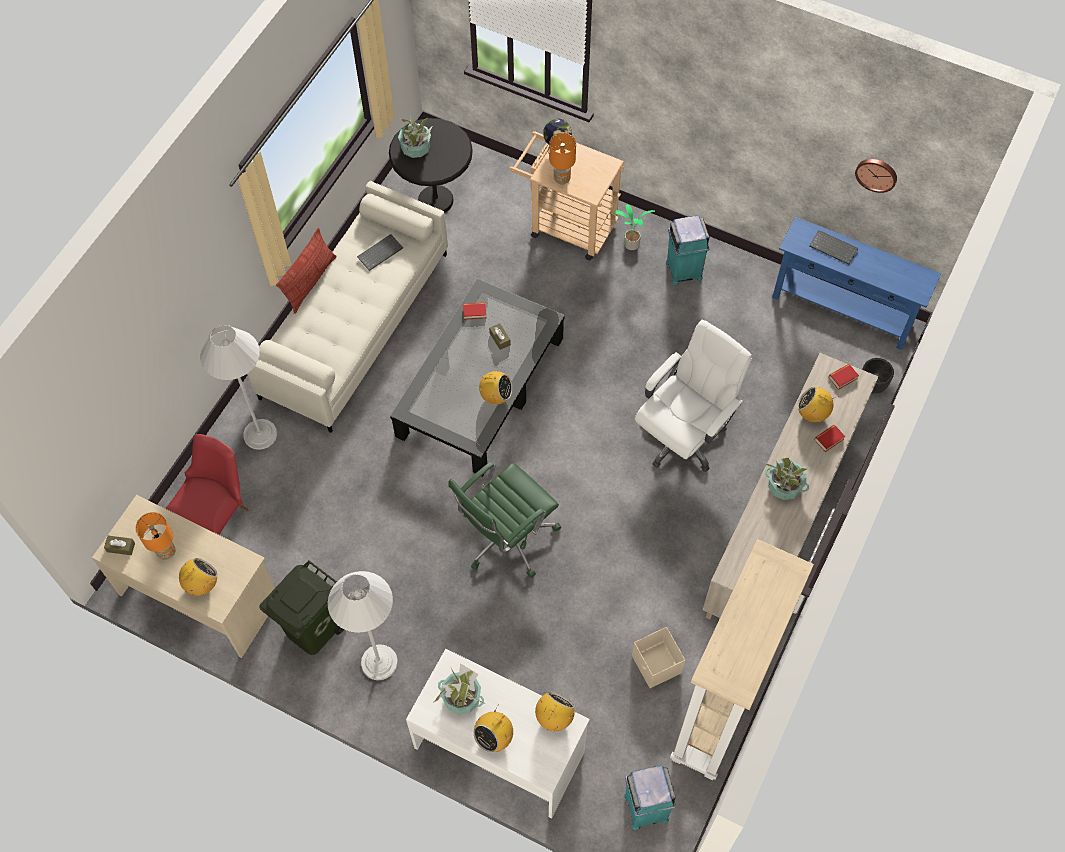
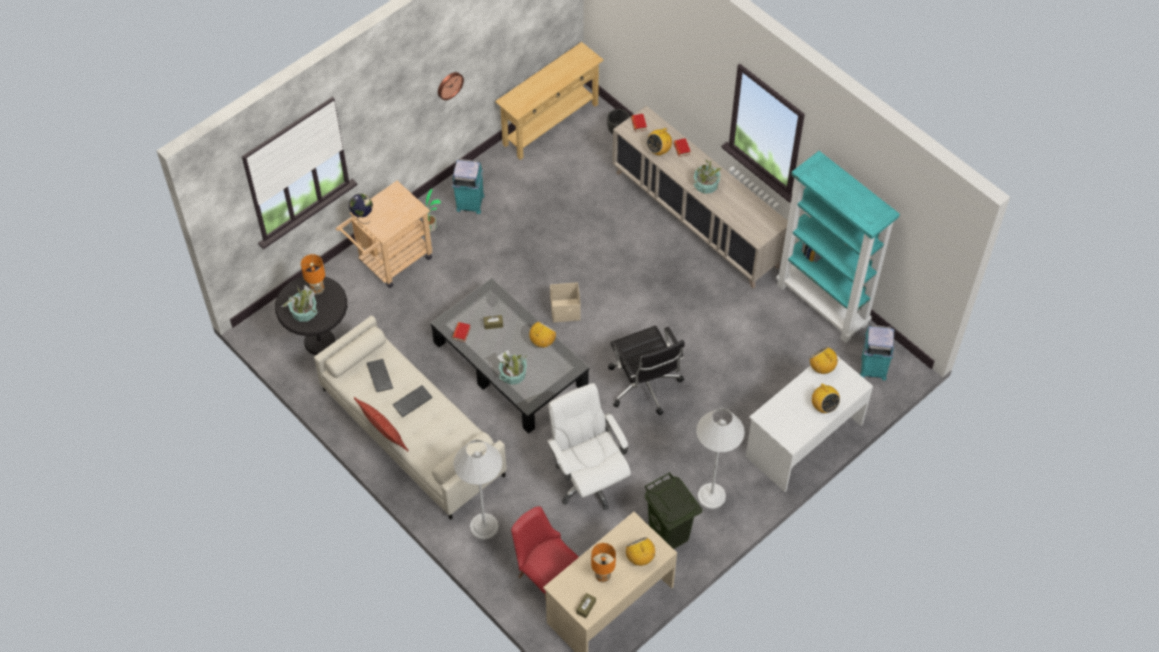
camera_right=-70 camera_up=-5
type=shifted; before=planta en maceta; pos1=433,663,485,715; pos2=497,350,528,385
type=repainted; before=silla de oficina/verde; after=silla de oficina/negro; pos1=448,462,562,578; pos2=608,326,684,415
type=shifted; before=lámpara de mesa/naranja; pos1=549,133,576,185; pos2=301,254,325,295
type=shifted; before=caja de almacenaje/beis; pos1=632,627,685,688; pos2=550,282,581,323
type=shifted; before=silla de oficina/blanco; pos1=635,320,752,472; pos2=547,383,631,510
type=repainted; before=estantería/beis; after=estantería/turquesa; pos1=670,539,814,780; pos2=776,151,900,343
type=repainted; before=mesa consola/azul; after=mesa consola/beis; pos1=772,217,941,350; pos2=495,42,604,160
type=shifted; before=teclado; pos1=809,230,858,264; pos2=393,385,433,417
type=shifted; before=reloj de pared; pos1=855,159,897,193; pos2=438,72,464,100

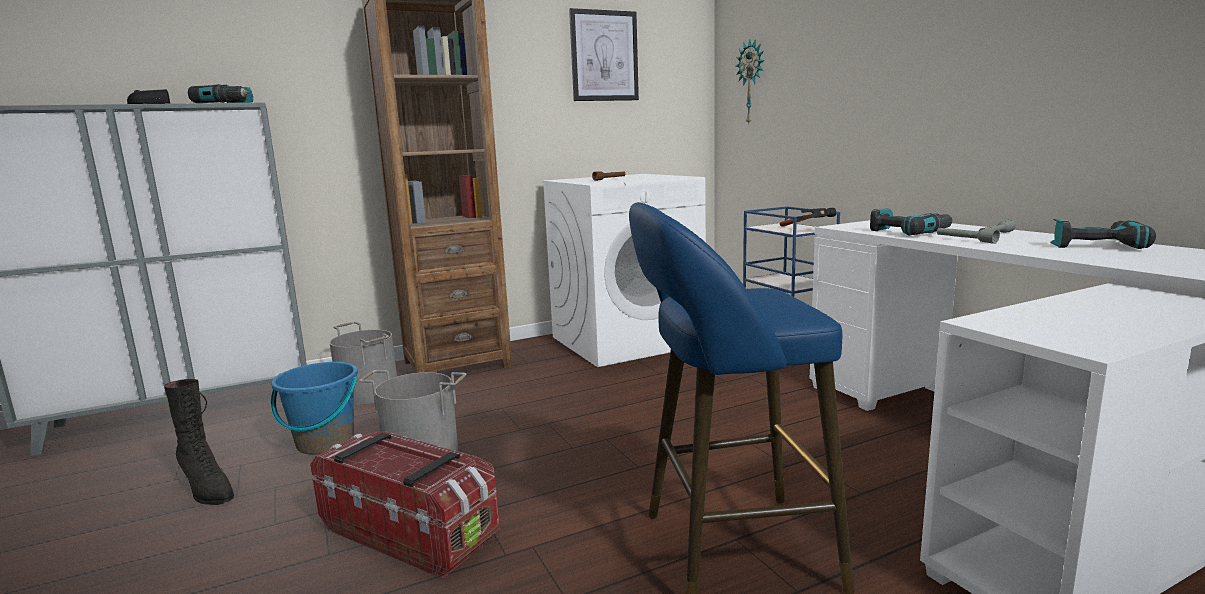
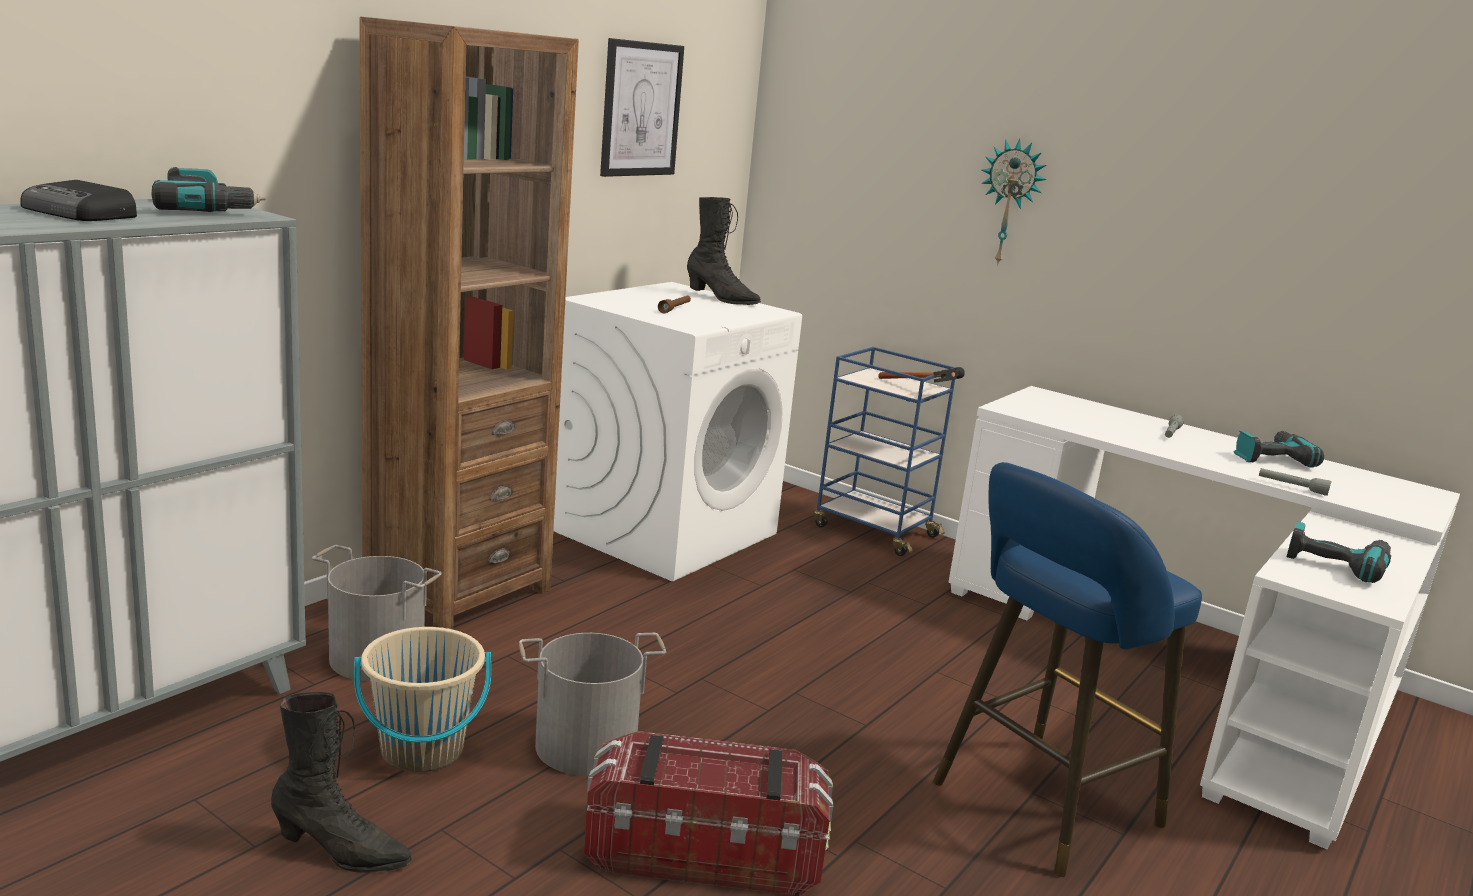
camera_right=-30 camera_up=5
type=repainted; before=cubo/azul; after=cubo/beis; pos1=271,362,358,455; pos2=354,627,491,772
type=shifted; before=reloj de pared; pos1=736,39,765,126; pos2=981,138,1046,266
type=shifted; before=taladro; pos1=870,208,953,235; pos2=1287,521,1391,583
type=shifted; before=linterna/gris; pos1=937,228,1000,244; pos2=1259,468,1331,496
type=new; after=bota/negro; pos2=687,197,761,305

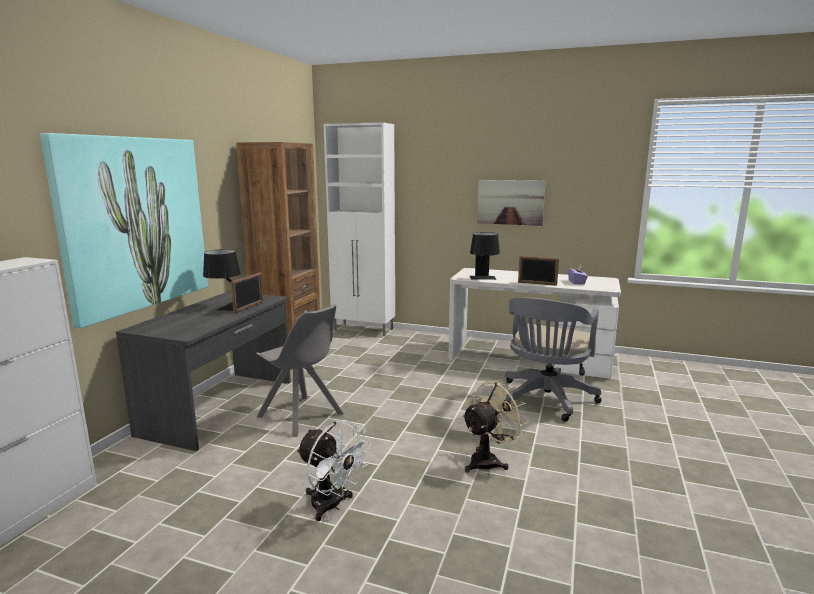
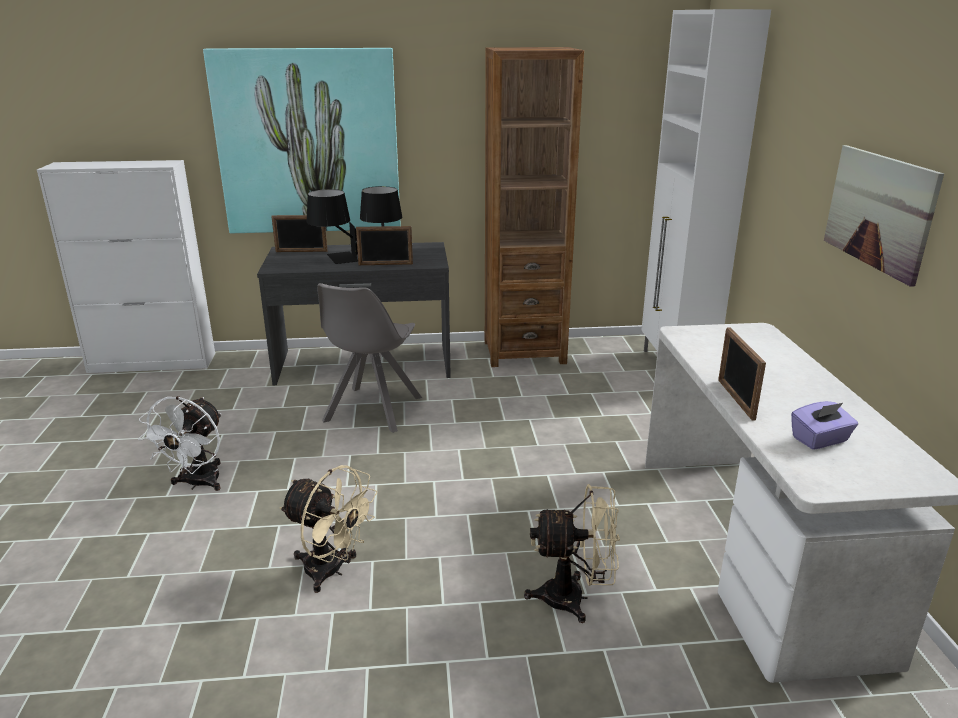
camera_right=65 camera_up=10
type=shifted; before=lámpara de mesa/negro; pos1=470,232,500,280; pos2=307,189,358,264
type=swapped; before=silla de oficina/gris; after=ventilador/beis; pos1=504,297,602,422; pos2=524,484,620,623
type=new; after=portarretratos; pos2=271,215,327,252

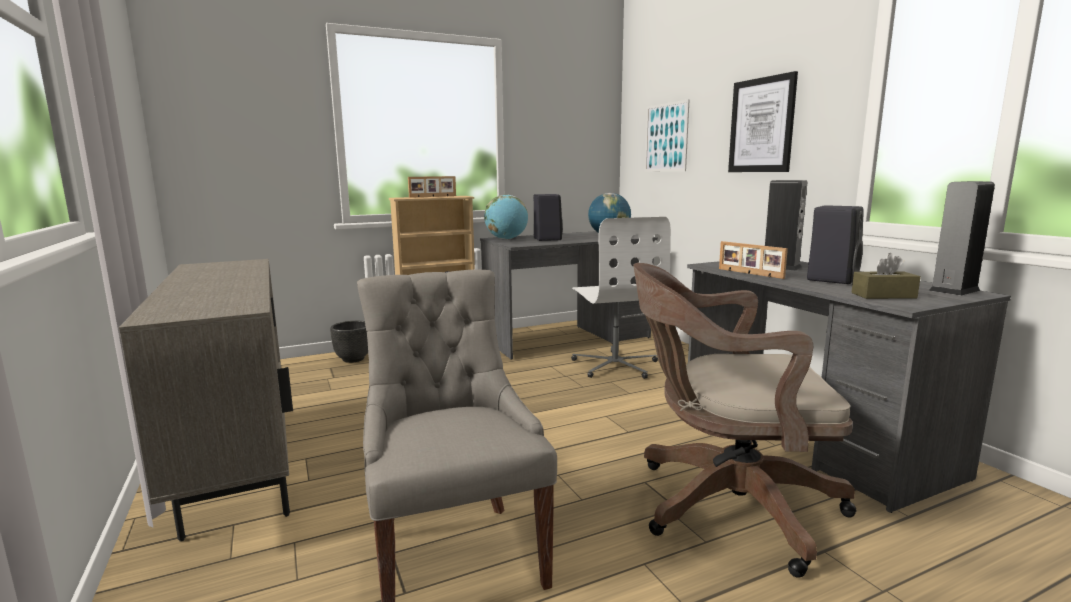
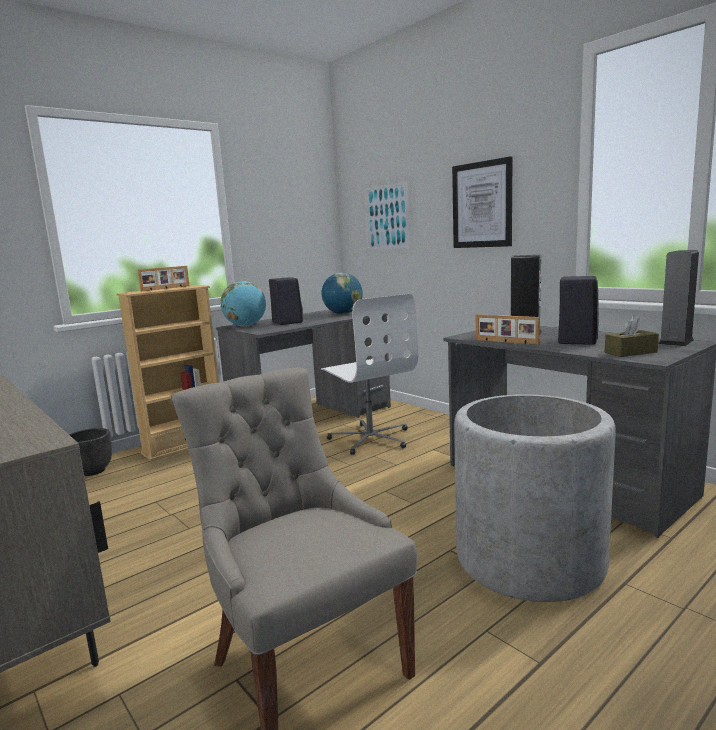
camera_right=-15 camera_up=0
type=swapped; before=silla de oficina/marrón; after=maceta/gris; pos1=634,263,857,578; pos2=454,394,616,602

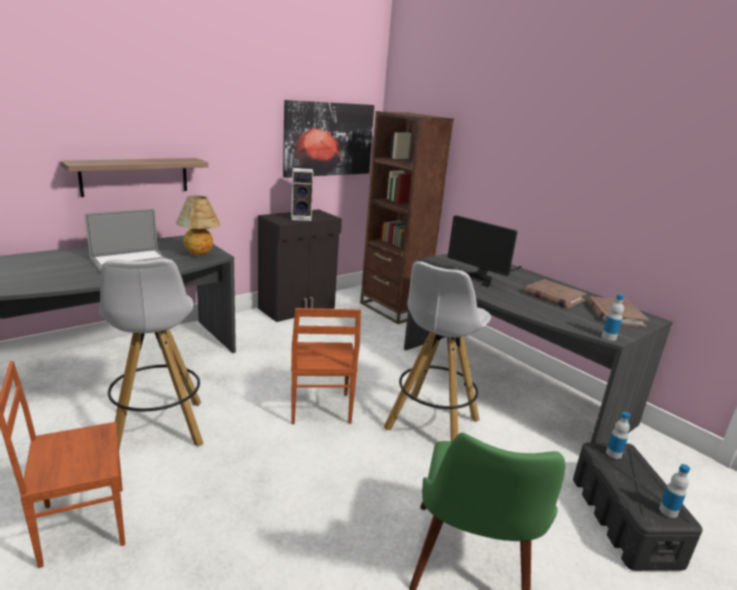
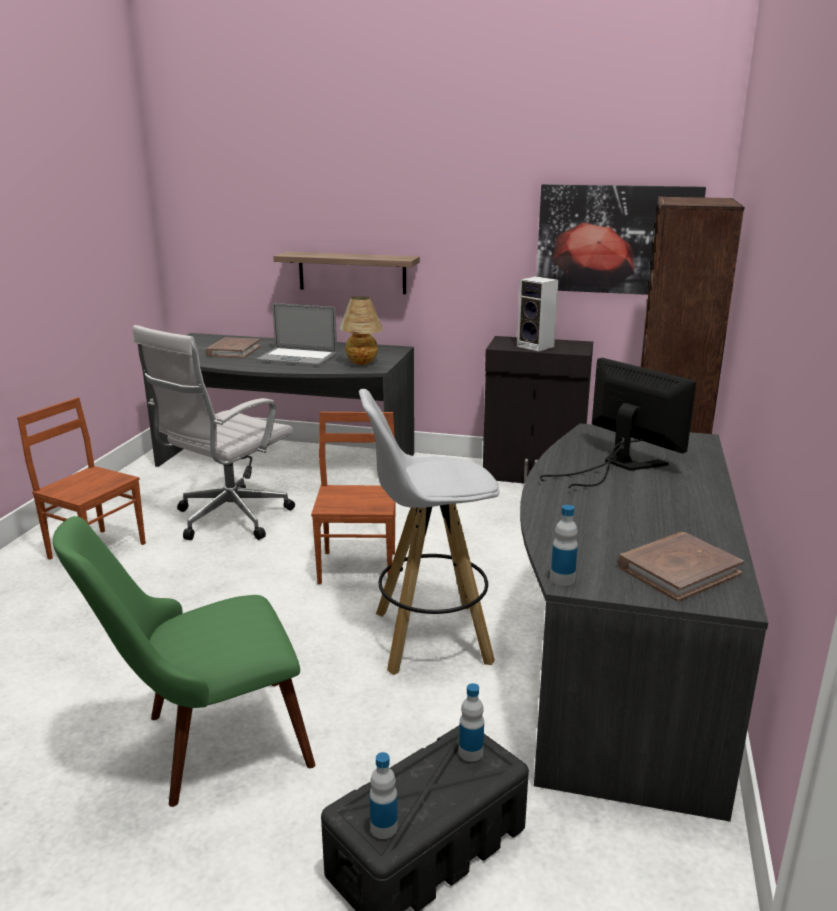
camera_right=55 camera_up=0
type=swapped; before=taburete/blanco; after=silla de oficina/blanco; pos1=99,258,204,449; pos2=133,325,295,540
type=rotated; before=silla/marrón; pos1=291,308,361,424; pos2=311,412,396,584; turn=135
type=rotated; before=monitor; pos1=448,215,522,287; pos2=540,358,696,488; turn=135
type=shifted; before=libro/marrón; pos1=525,279,587,308; pos2=205,337,261,358

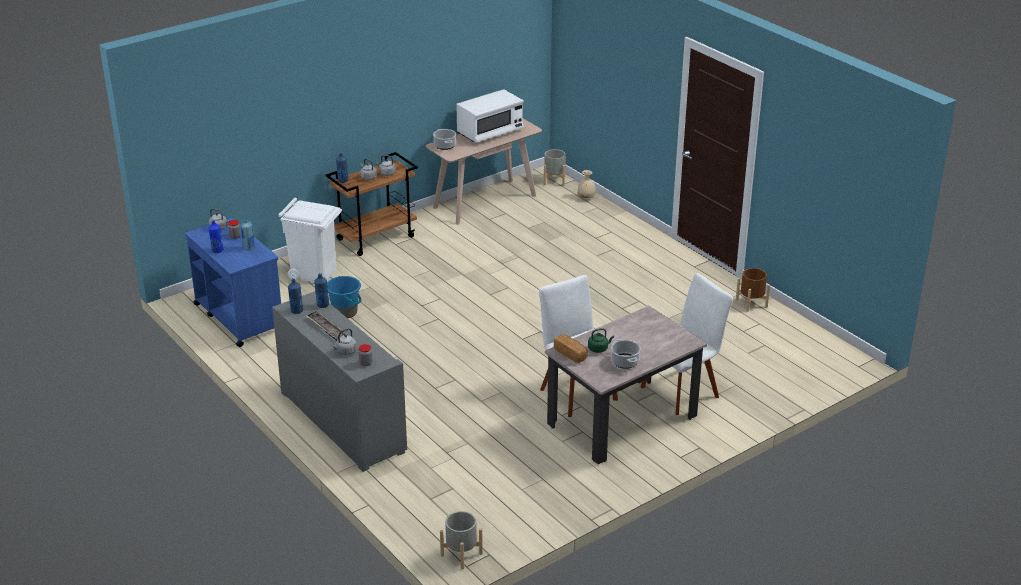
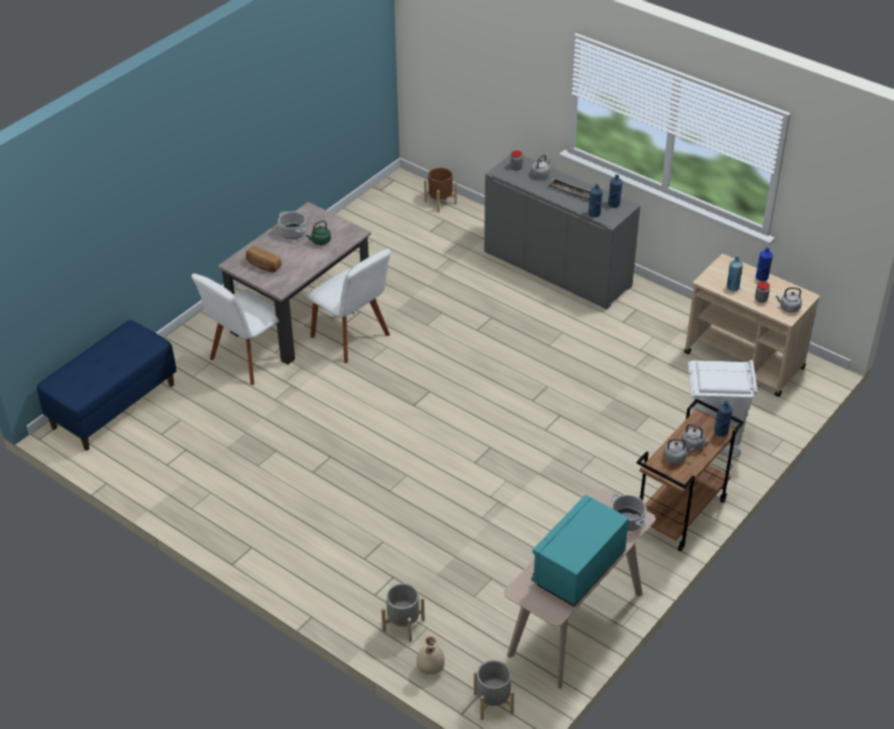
camera_right=165 camera_up=10
type=repainted; before=carrito/azul; after=carrito/beis; pos1=185,218,281,347; pos2=684,254,820,397
type=gone; before=cubo/azul; pos1=327,276,361,318
type=shifted; before=maceta/gris; pos1=440,511,483,569; pos2=381,583,425,642
type=repainted; before=microondas/blanco; after=microondas/turquesa; pos1=456,89,524,143; pos2=531,495,629,607
type=shifted; before=pan; pos1=554,334,588,363; pos2=246,246,281,272
type=shifted; before=maceta/marrón; pos1=736,268,770,312; pos2=424,168,457,213
type=new; after=banco/azul; pos2=37,320,177,451

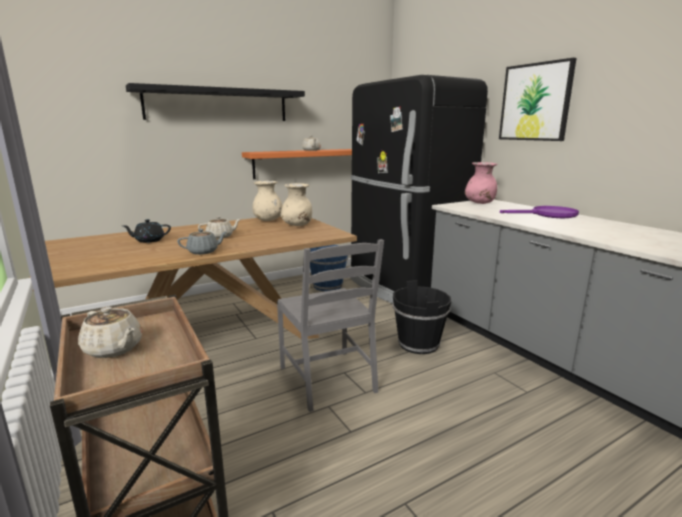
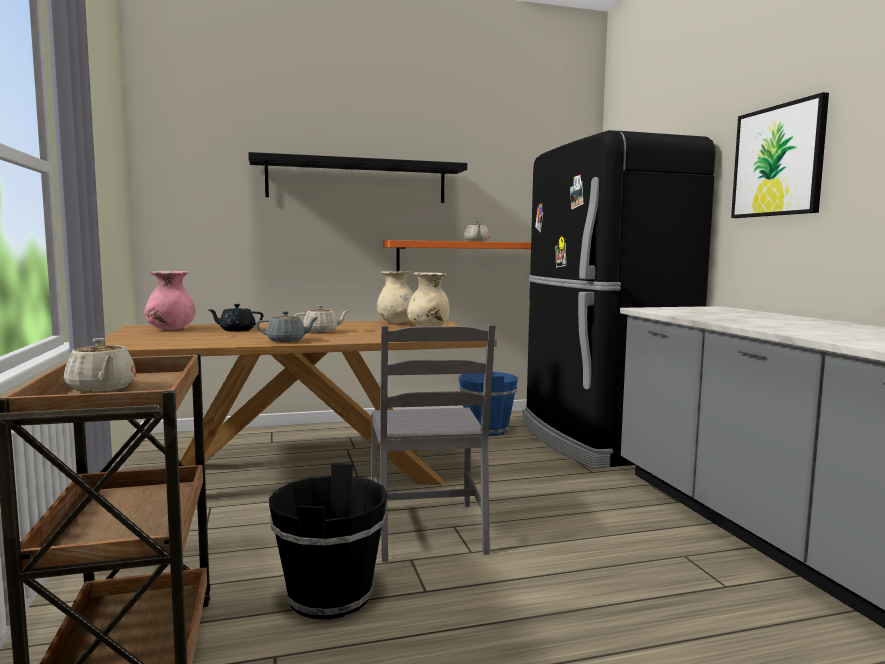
camera_right=15 camera_up=-10
type=shifted; before=cubo/negro; pos1=393,280,452,354; pos2=269,463,388,620
type=shifted; before=florero/rosa; pos1=465,162,498,204; pos2=144,271,195,330
type=gone; before=sartén/morado; pos1=500,206,579,218

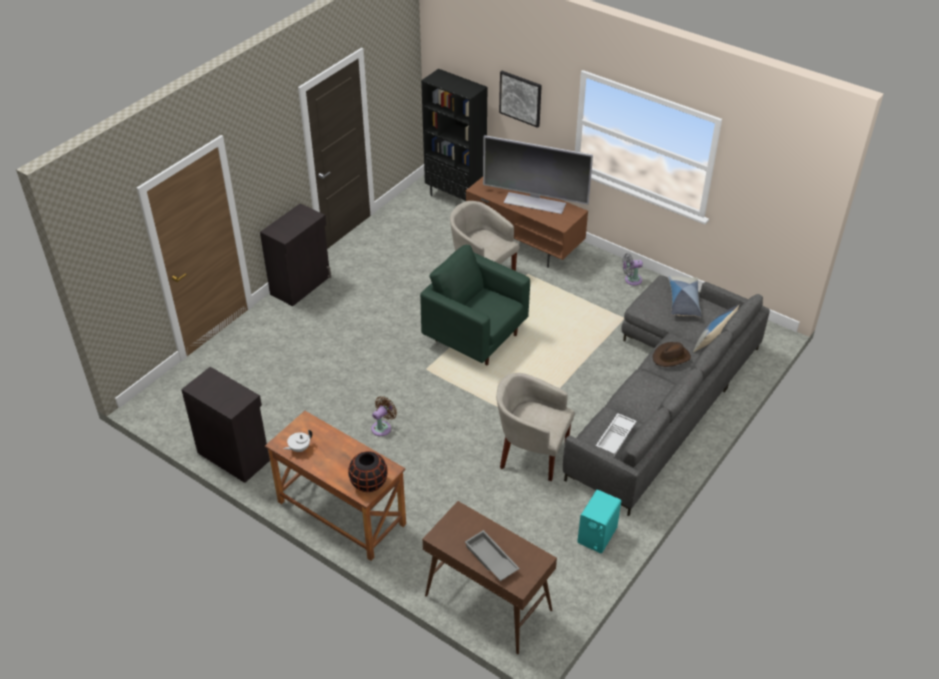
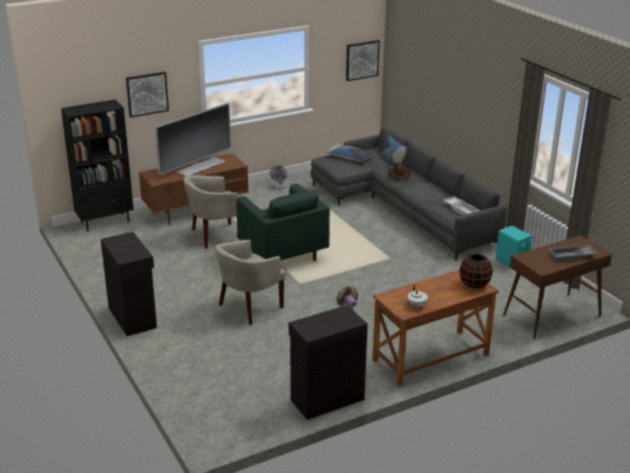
camera_right=-65 camera_up=-15
type=rotated; before=sillón/verde; pos1=420,245,530,365; pos2=236,184,330,261; turn=-90
type=shifted; before=sillón/beis; pos1=496,373,575,481; pos2=215,240,286,325
type=new; after=cuadro; pos2=346,40,380,81

